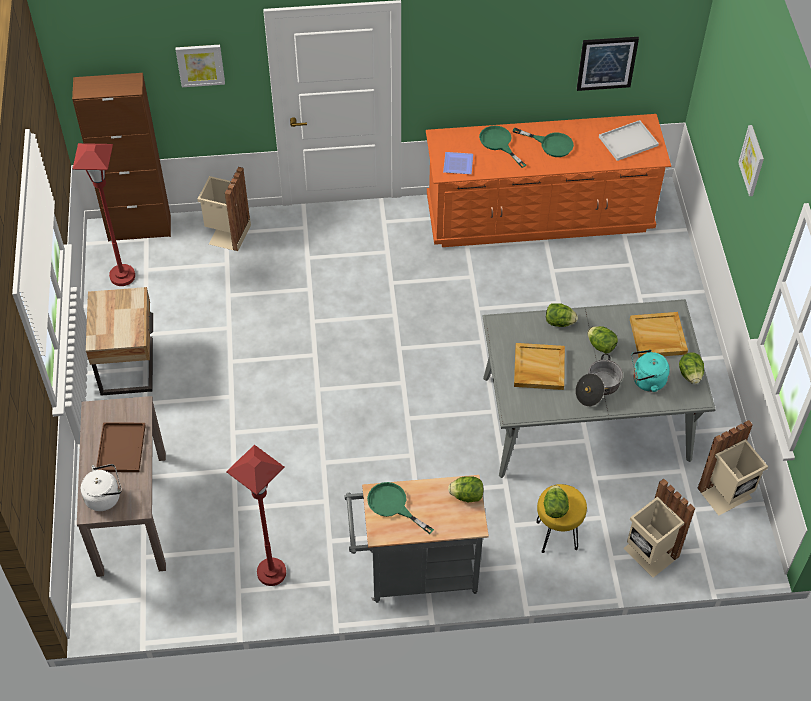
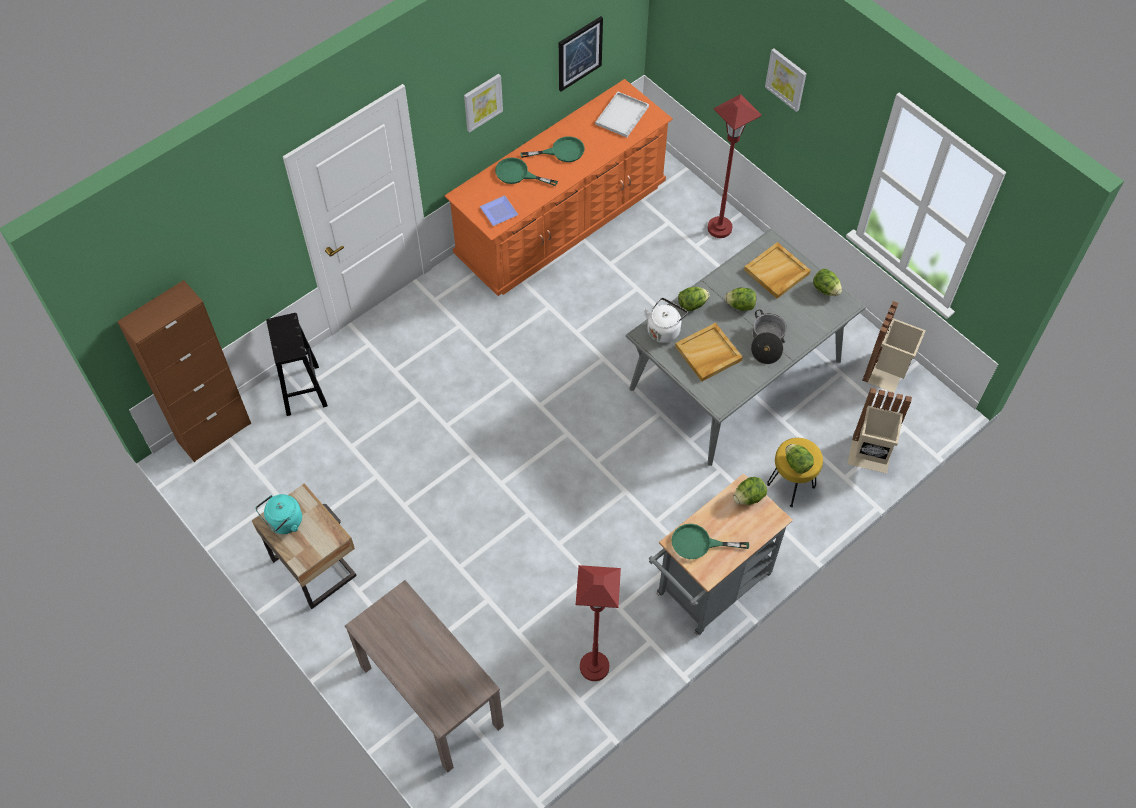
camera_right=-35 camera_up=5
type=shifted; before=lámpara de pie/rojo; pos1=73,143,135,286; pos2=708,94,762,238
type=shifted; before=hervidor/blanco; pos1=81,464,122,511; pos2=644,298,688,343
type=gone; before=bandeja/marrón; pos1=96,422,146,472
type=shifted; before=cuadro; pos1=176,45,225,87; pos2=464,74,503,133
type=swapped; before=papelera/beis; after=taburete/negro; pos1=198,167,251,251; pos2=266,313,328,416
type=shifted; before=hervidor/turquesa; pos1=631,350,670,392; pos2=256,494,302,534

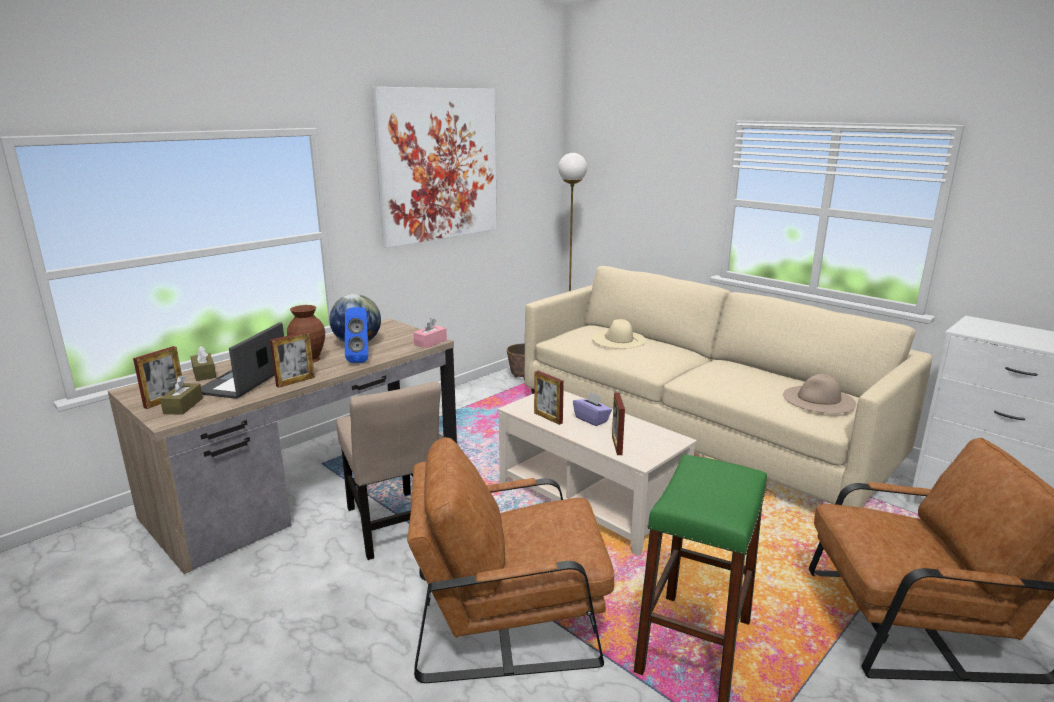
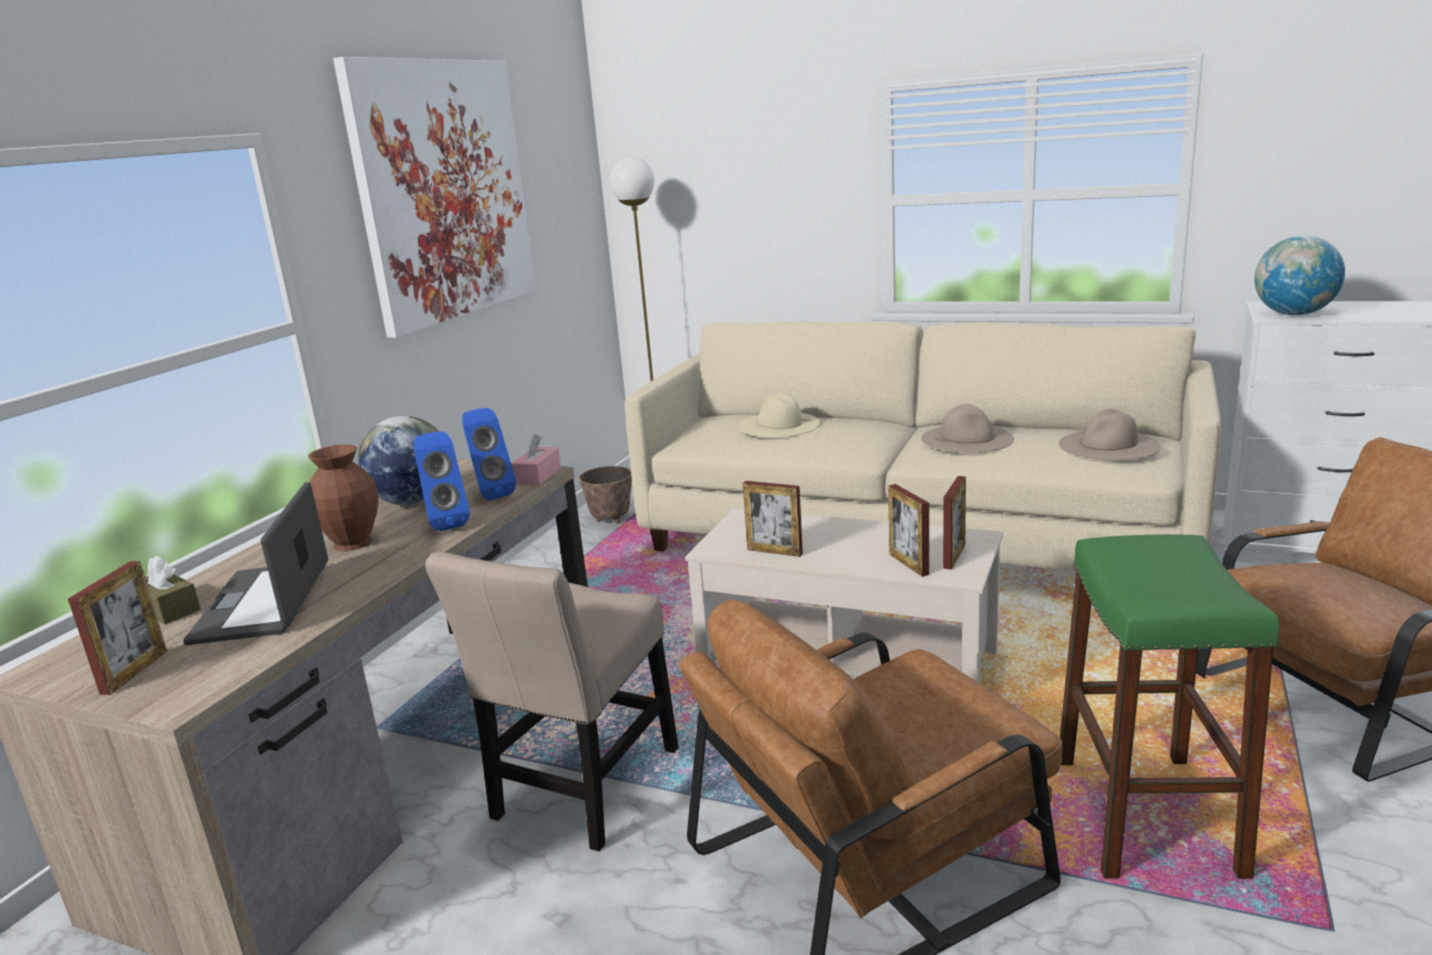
camera_right=-20 camera_up=0
type=gone; before=caja de pañuelos/marrón; pos1=160,375,203,415
type=shifted; before=portarretratos; pos1=270,331,315,388; pos2=943,476,966,570
type=rotated; before=silla/beis; pos1=336,382,441,560; pos2=425,551,679,851; turn=75
type=gone; before=caja de pañuelos/morado; pos1=573,392,612,426
type=new; after=altavoz/azul; pos2=462,408,516,500
type=new; after=sombrero/beis; pos2=921,404,1014,453
type=new; after=globo terráqueo; pos2=1255,236,1345,315

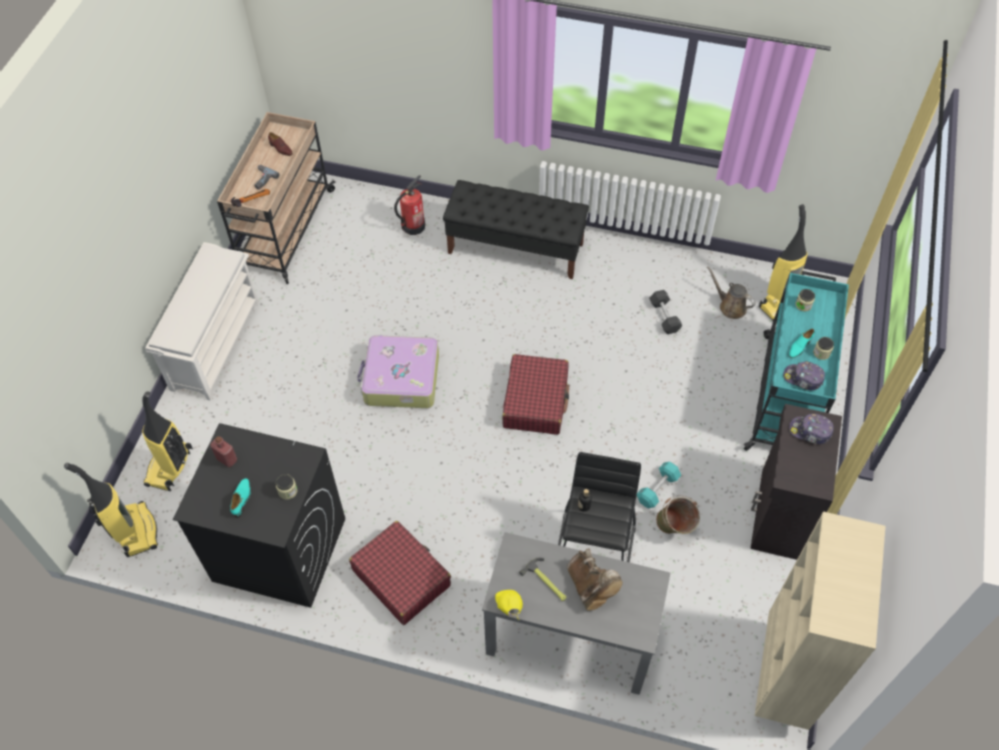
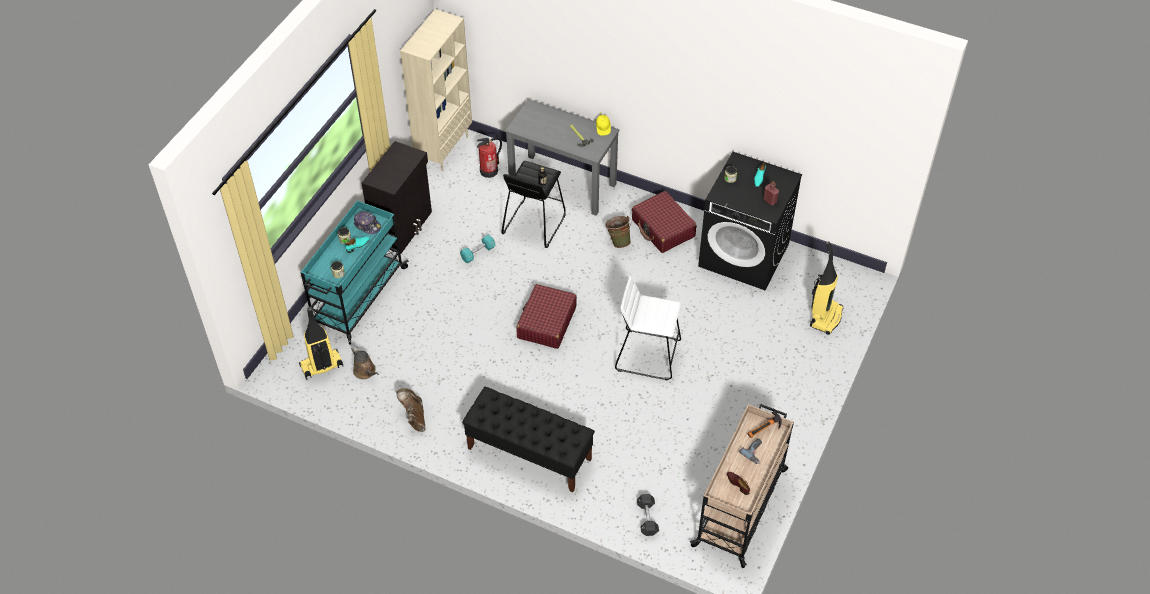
camera_right=-170 camera_up=-5
type=gone; before=aspiradora; pos1=64,463,158,557
type=gone; before=zapatero/blanco; pos1=145,242,259,401
type=swapped; before=maleta; after=taburete/blanco; pos1=357,335,439,408; pos2=615,275,681,380
type=shifted; before=extintor; pos1=394,175,425,235; pos2=477,138,502,178
type=shifted; before=bota/marrón; pos1=567,548,623,611; pos2=397,388,426,432
type=shifted; before=mancuerna/negro; pos1=649,290,682,334; pos2=637,494,659,536
type=shifted; before=cubo/verde; pos1=656,495,700,534; pos2=605,215,631,248
type=gone; before=gorra; pos1=789,413,834,444

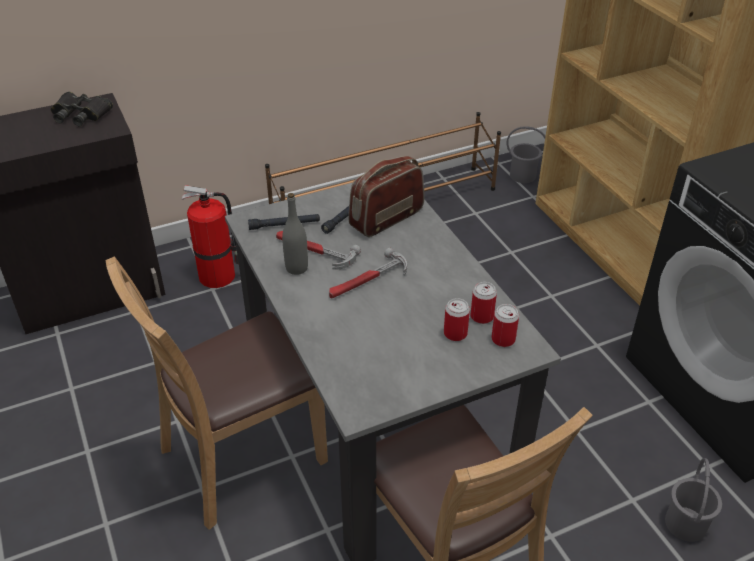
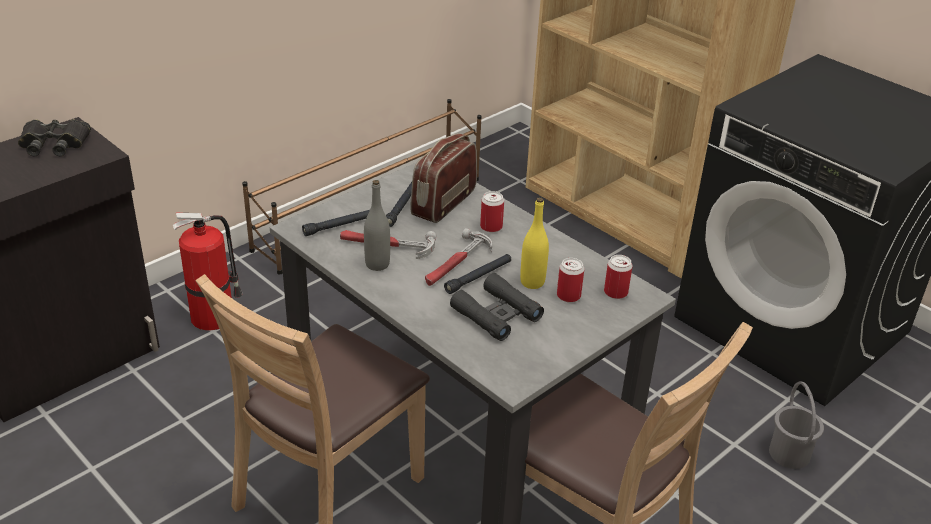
camera_right=-20 camera_up=-5
type=shifted; before=lata; pos1=471,282,497,324; pos2=480,191,504,232
type=gone; before=cubo/gris; pos1=507,126,546,183
type=new; after=linterna/negro; pos2=444,254,511,294
type=new; after=prismáticos/negro; pos2=450,273,544,341
type=new; after=botella/amarillo; pos2=520,197,549,289

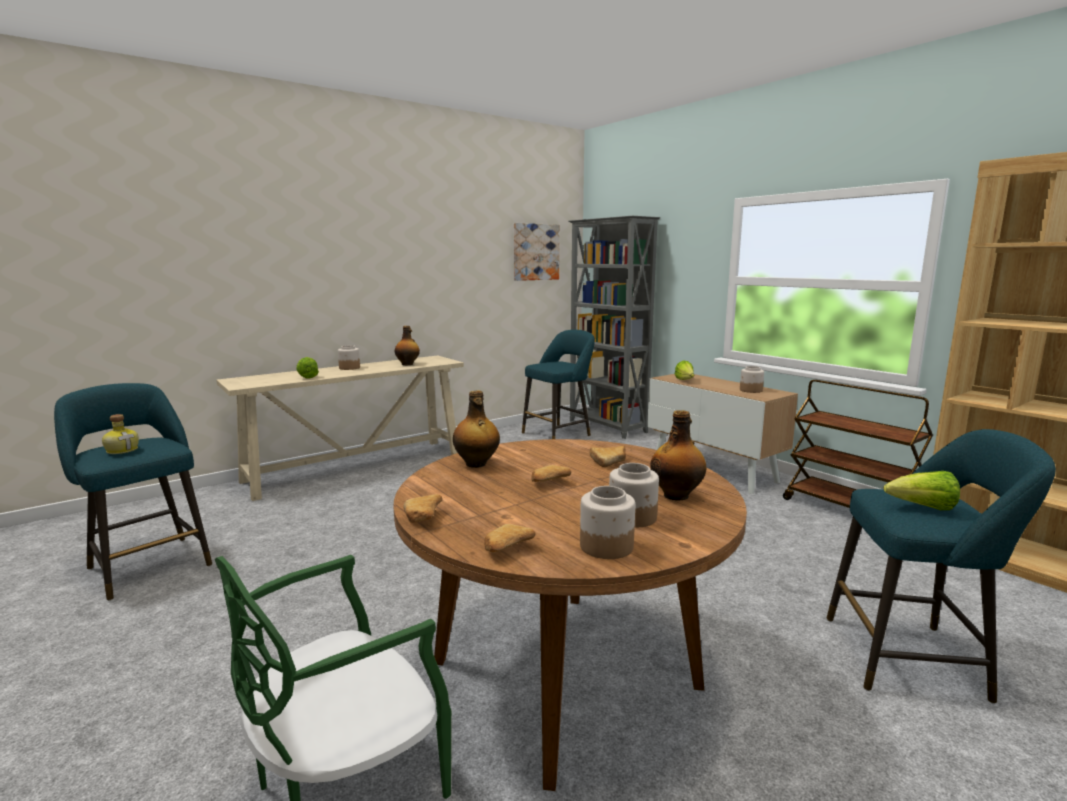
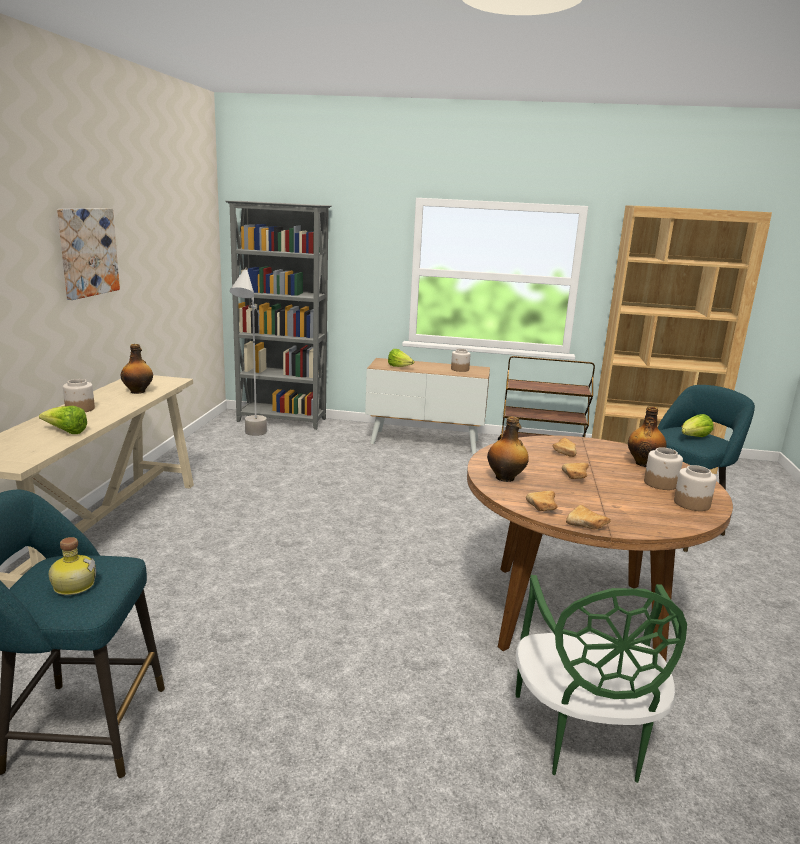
camera_right=-45 camera_up=5
type=shifted; before=pan; pos1=485,524,536,552; pos2=526,491,557,511
type=shifted; before=cuadro; pos1=514,223,560,281; pos2=57,208,120,300
type=swapped; before=taburete/turquesa; after=lámpara de pie/gris; pos1=522,330,595,439; pos2=230,267,267,436

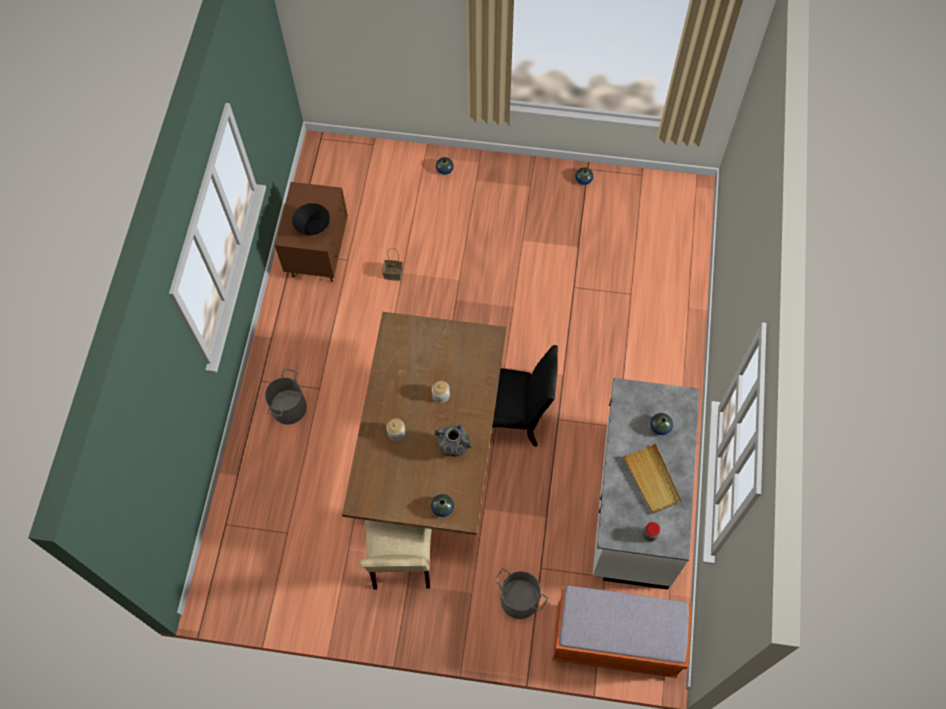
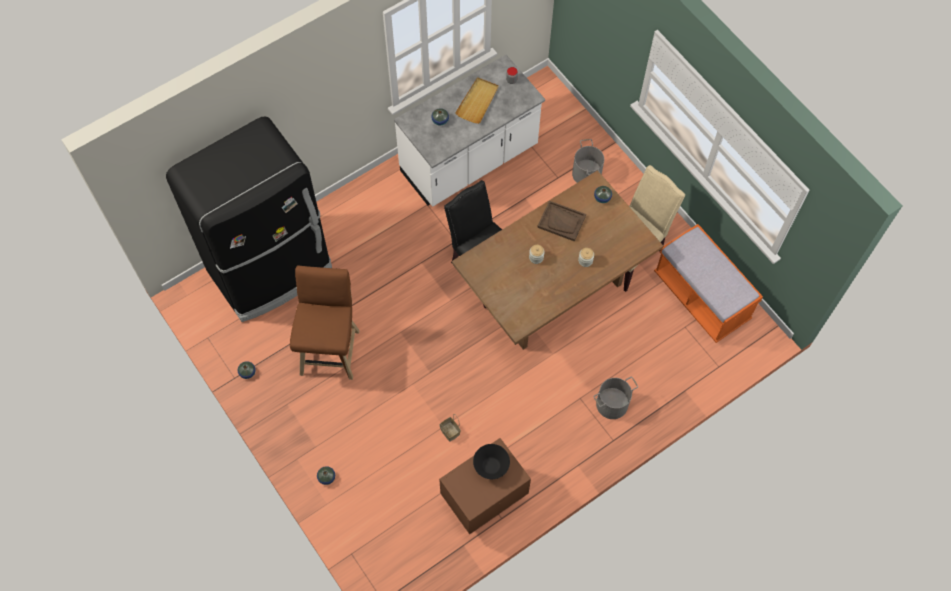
camera_right=-135 camera_up=0
type=swapped; before=florero; after=bandeja/marrón; pos1=434,424,472,457; pos2=537,201,586,242
type=shifted; before=banco/naranja; pos1=552,586,692,678; pos2=654,224,763,343
type=new; after=nevera/negro; pos2=166,116,332,322
type=new; after=taburete/marrón; pos2=290,266,360,380

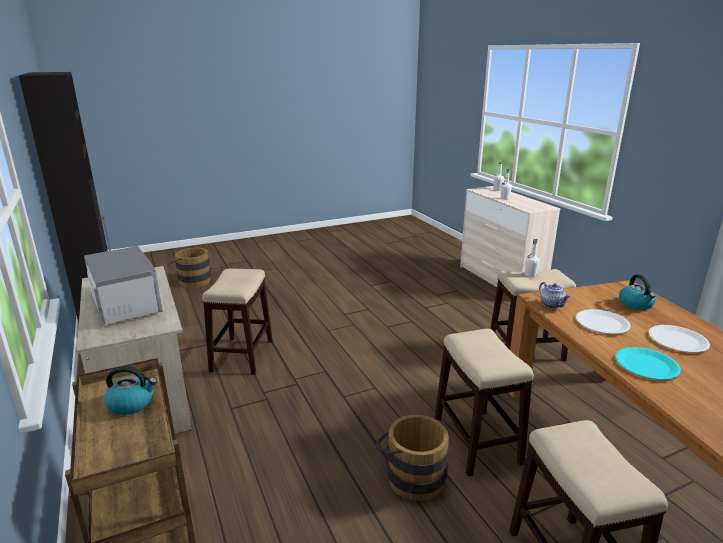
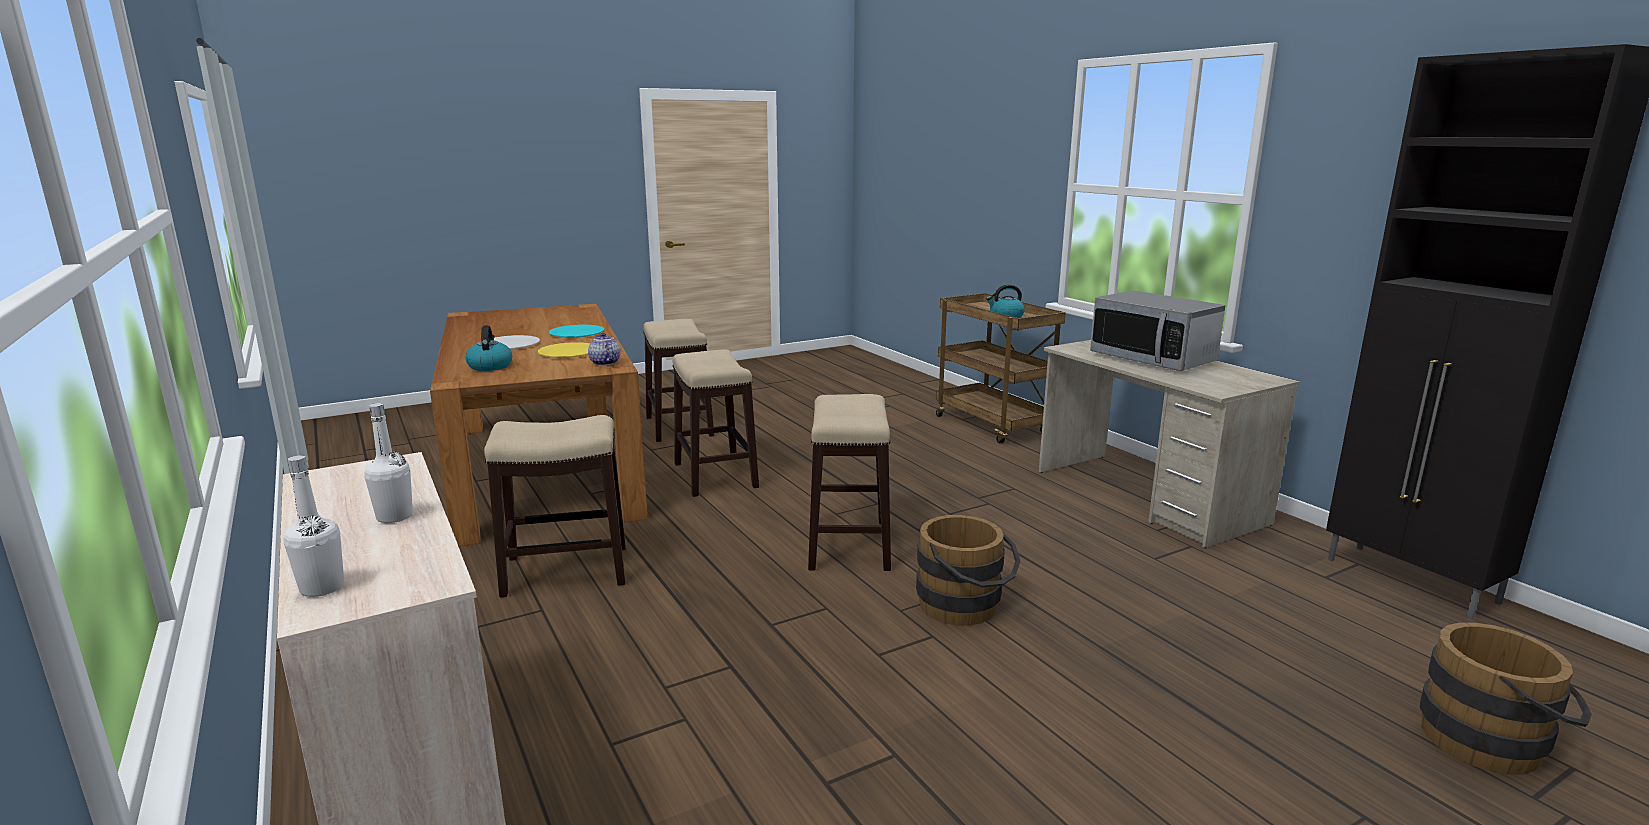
camera_right=175 camera_up=-5
type=shifted; before=taburete; pos1=202,269,273,375; pos2=808,394,891,571
type=shifted; before=cubo/marrón; pos1=376,415,449,501; pos2=916,515,1021,626
type=gone; before=botella/blanco; pos1=525,238,540,277
type=repainted; before=plato/blanco; after=plato/amarillo; pos1=576,309,631,334; pos2=538,342,590,358

